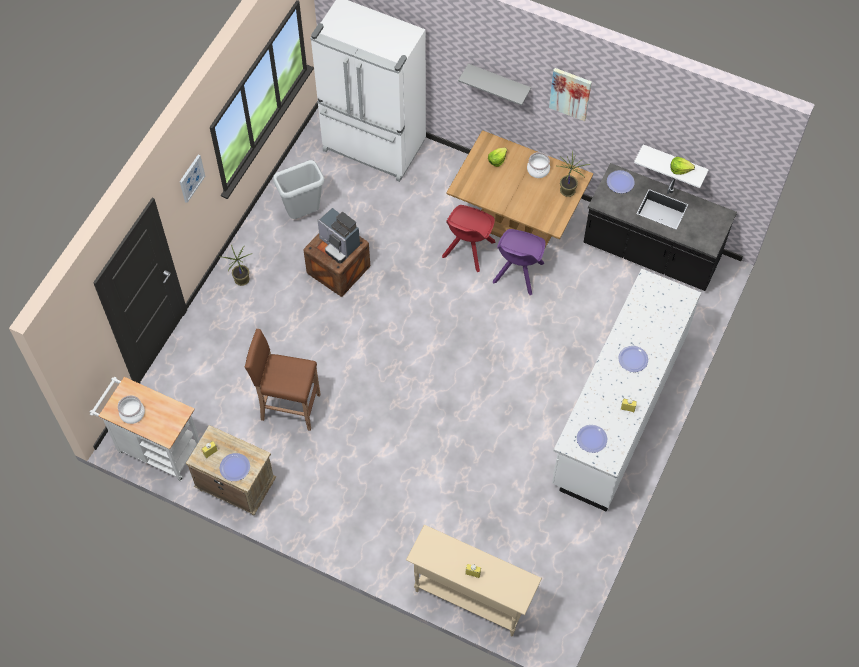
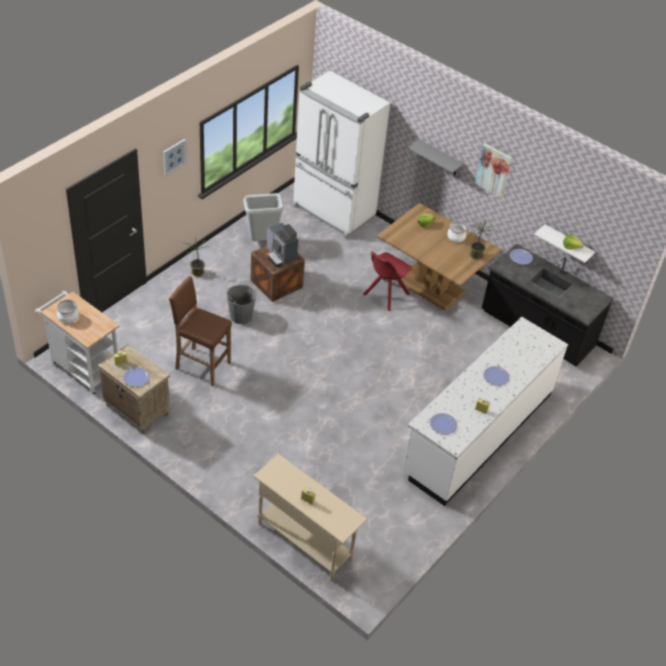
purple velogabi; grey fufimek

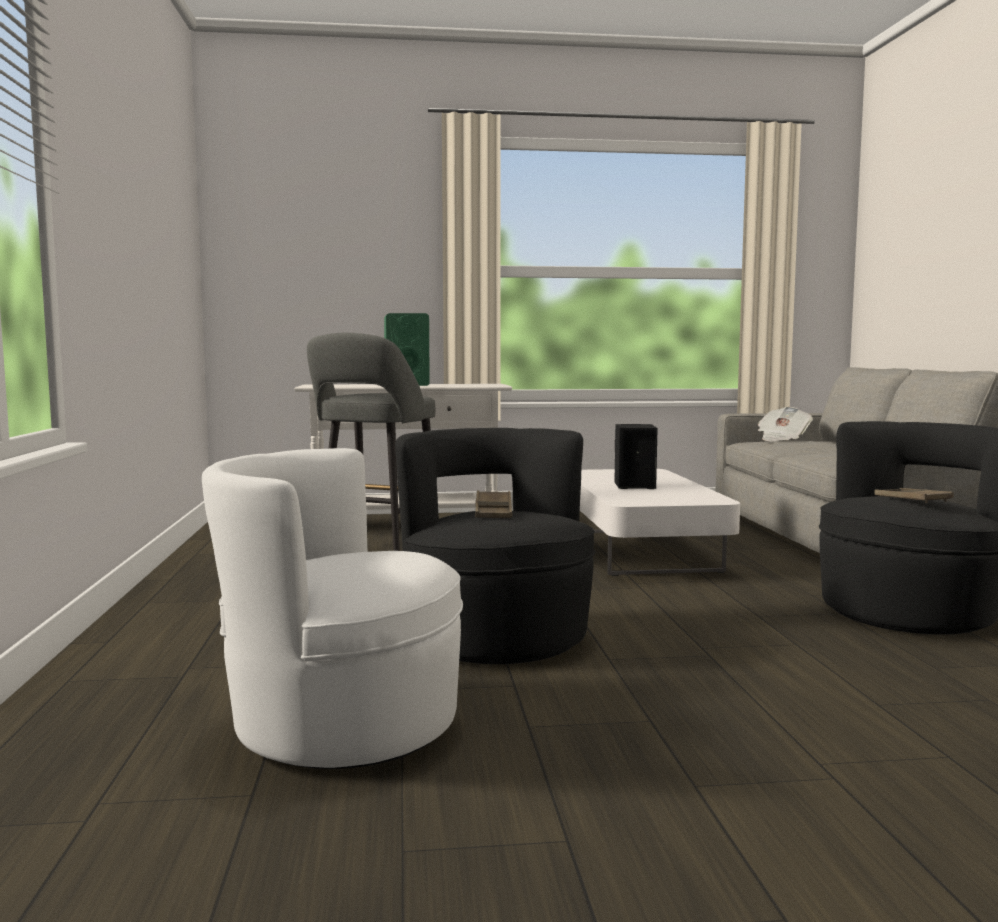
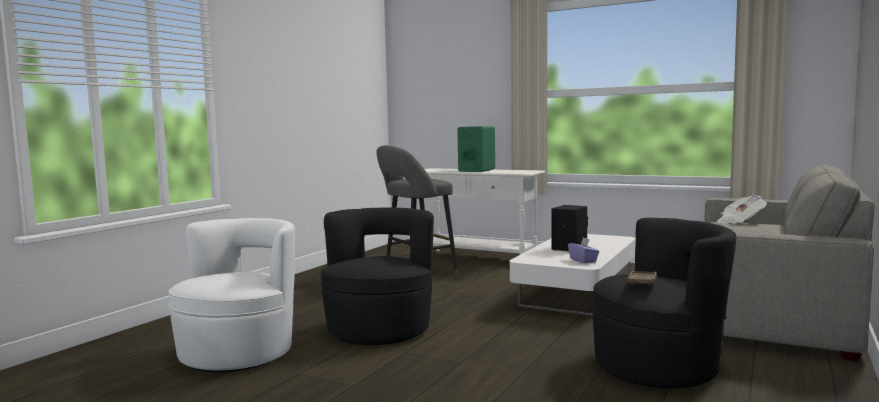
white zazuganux; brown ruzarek (no. 1 from left in the first image); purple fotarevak

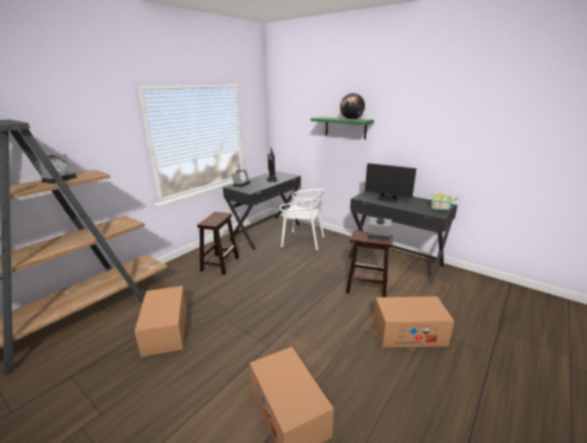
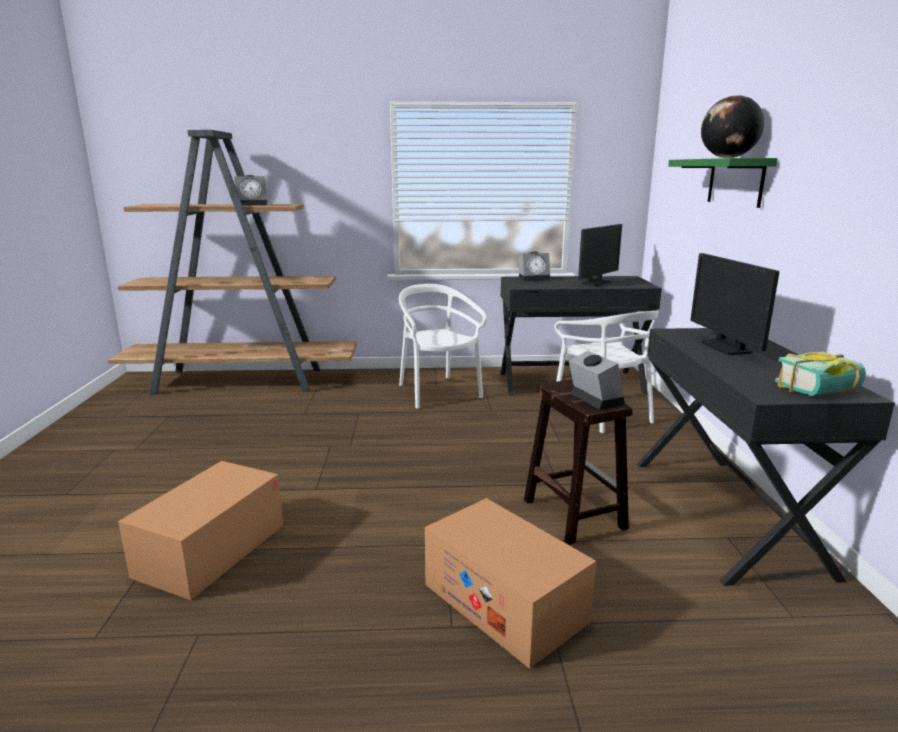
white velogabi (no. 1 from left); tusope (no. 1 from left in the first image)

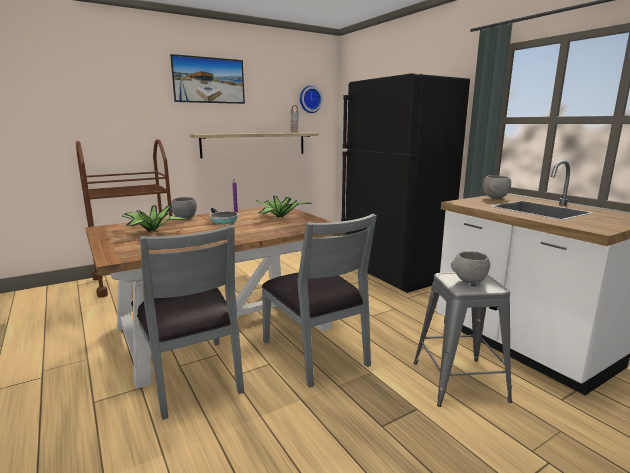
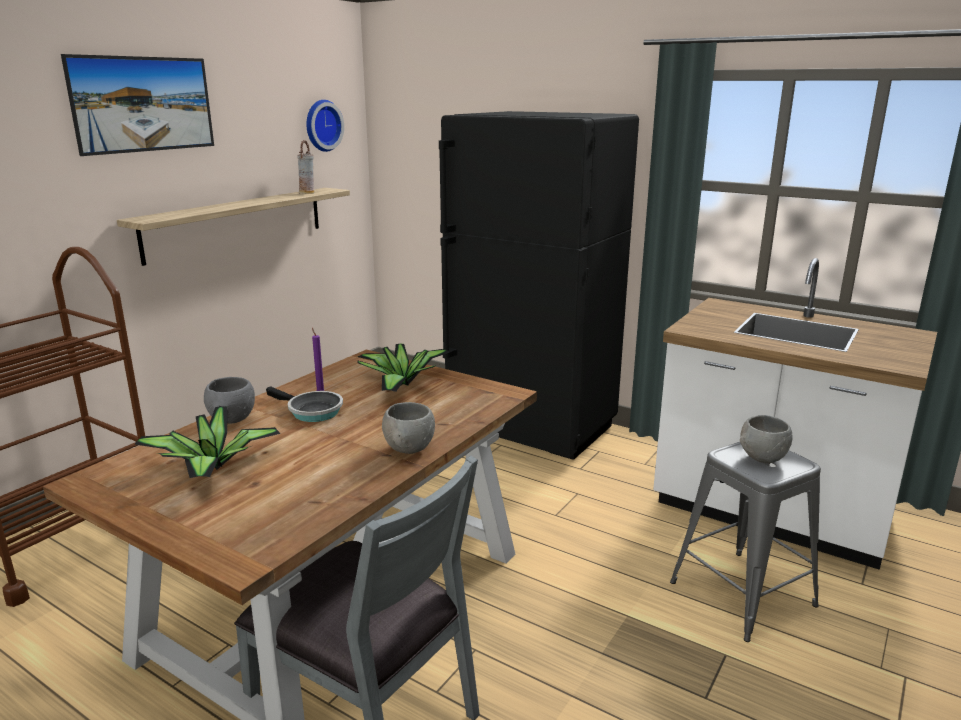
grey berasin (no. 2 from left); grey velogabi (no. 2 from left in the first image)

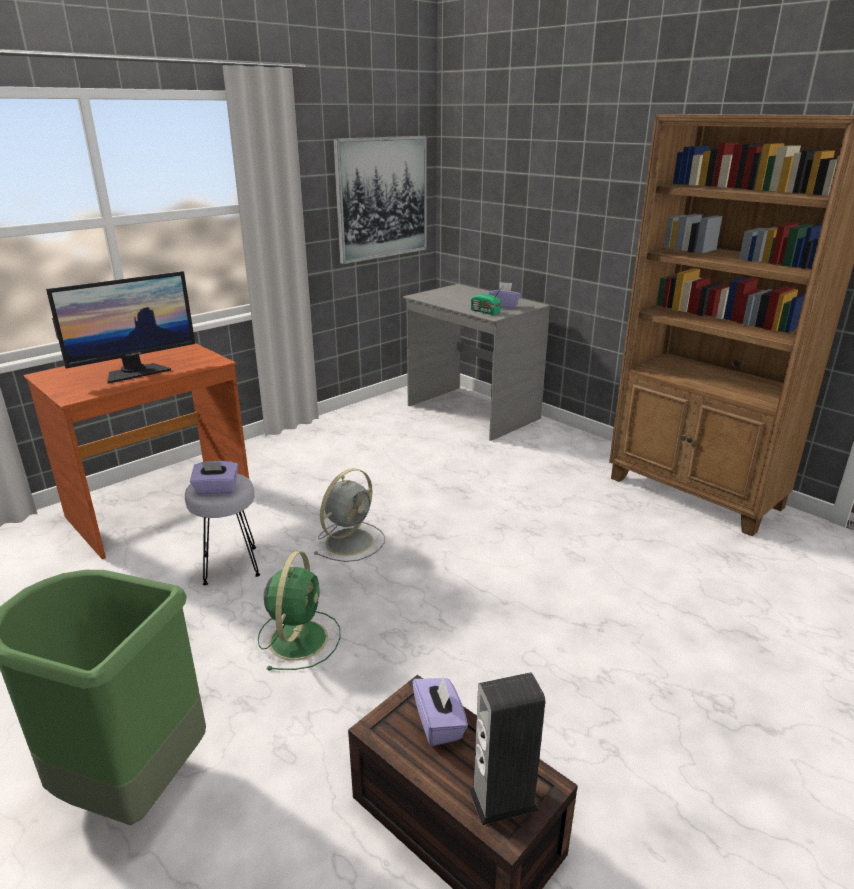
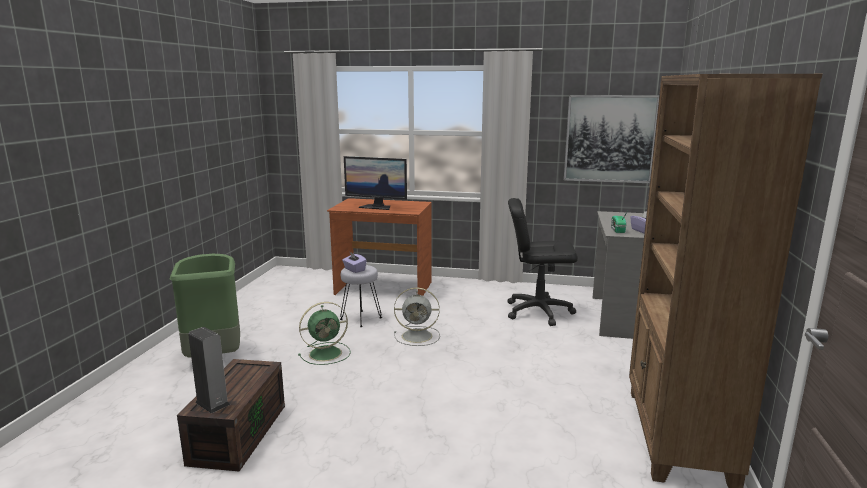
purple fotarevak (no. 2 from left in the first image); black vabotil

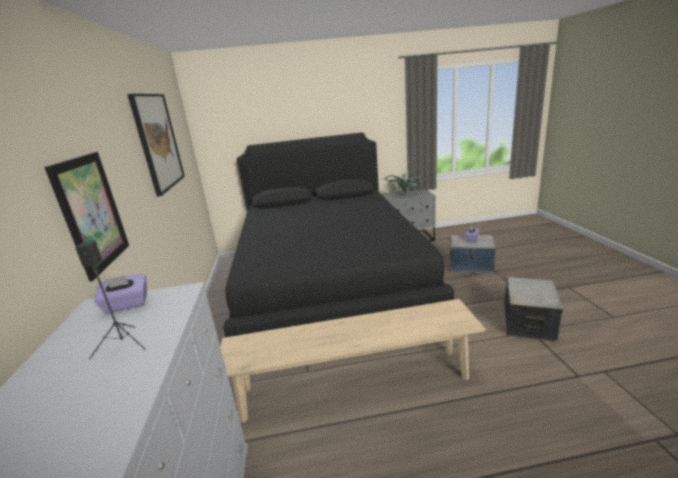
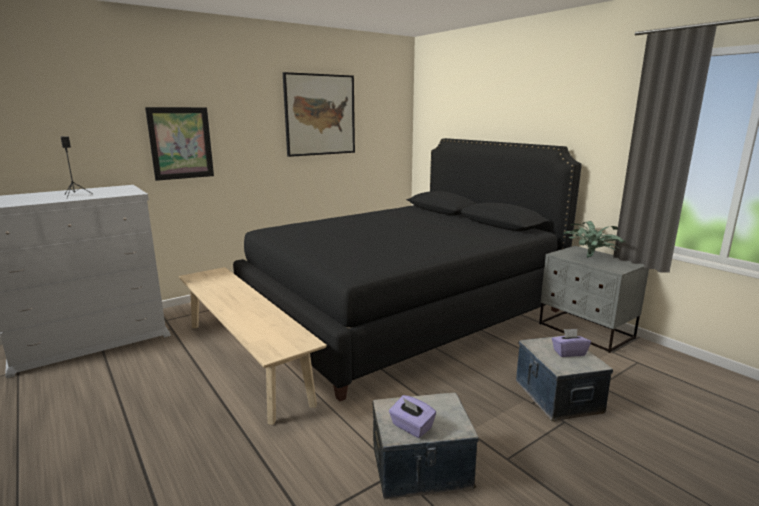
purple fotarevak (no. 1 from left)

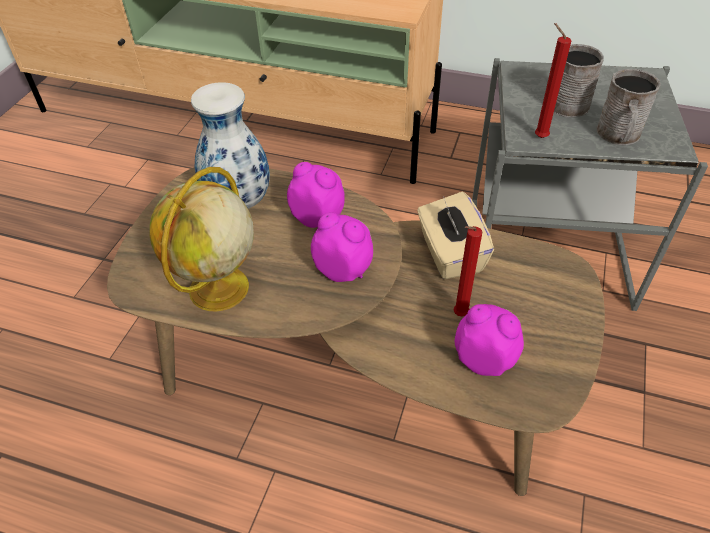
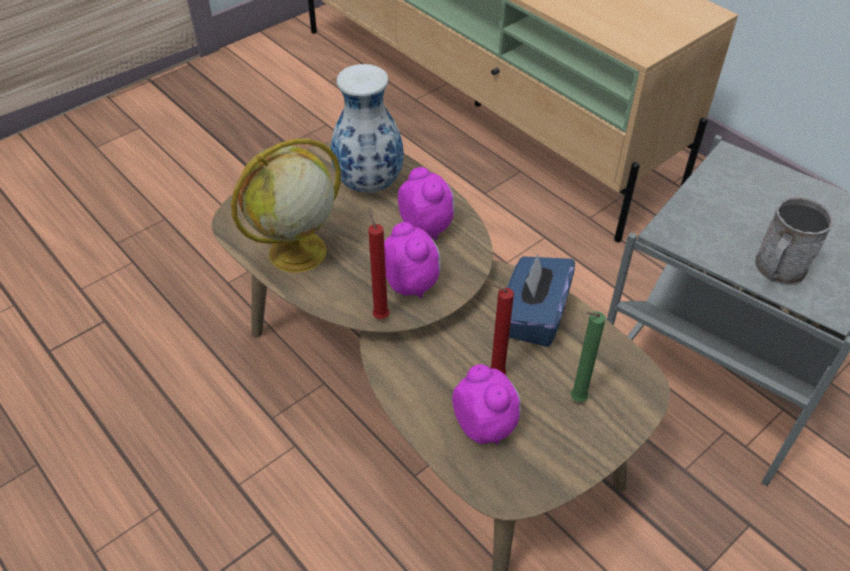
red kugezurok (no. 1 from left); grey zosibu (no. 1 from left in the first image); blue fotarevak; green kugezurok

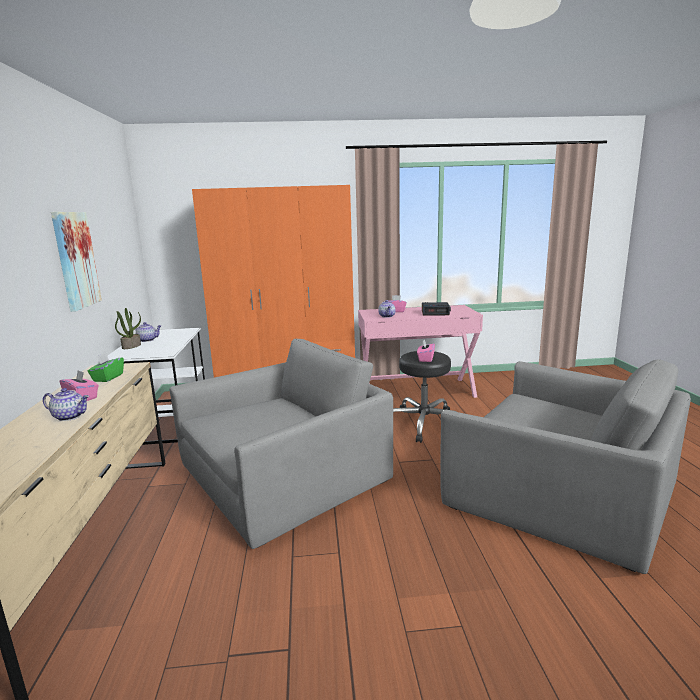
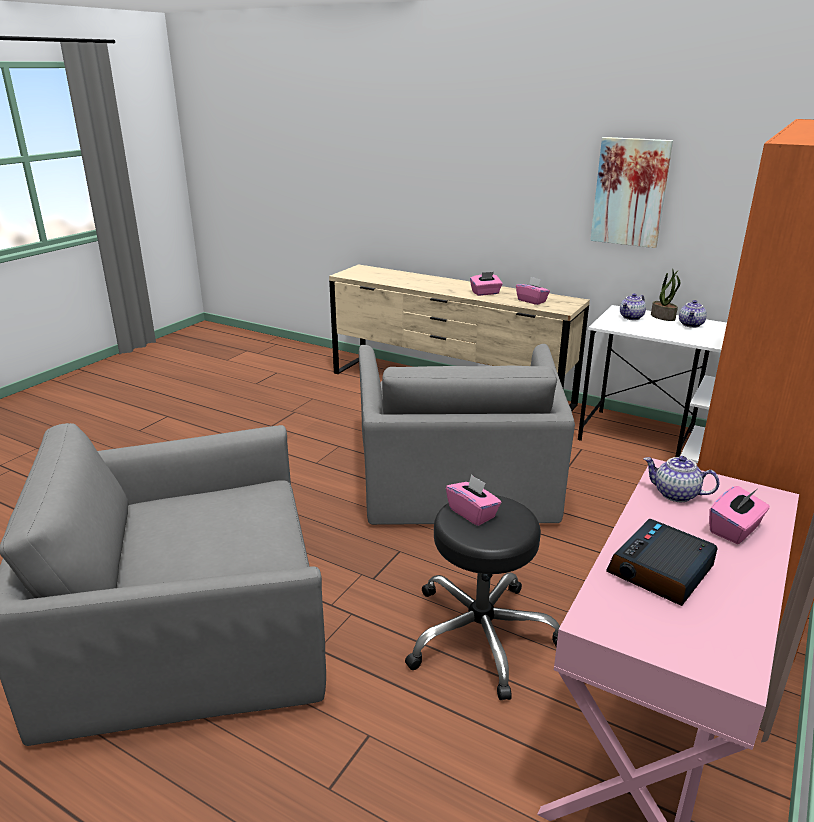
pink fotarevak (no. 3 from left); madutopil (no. 1 from left)

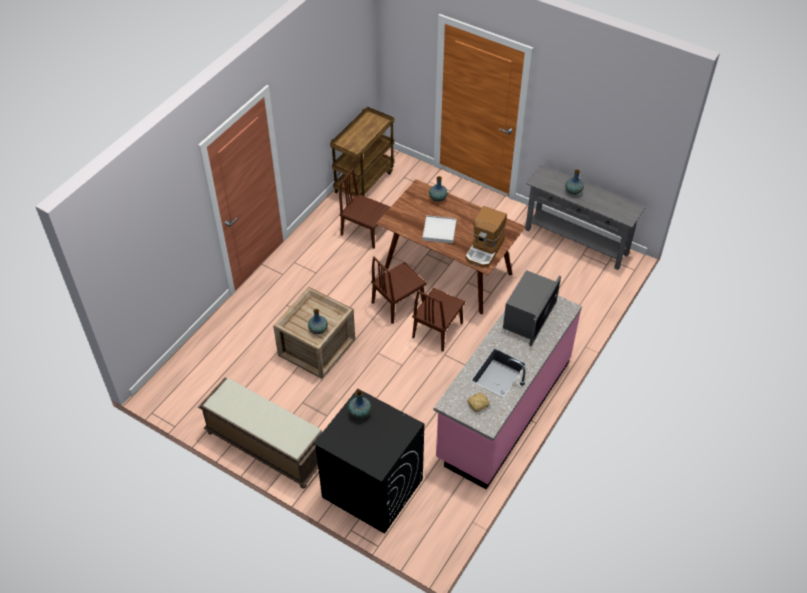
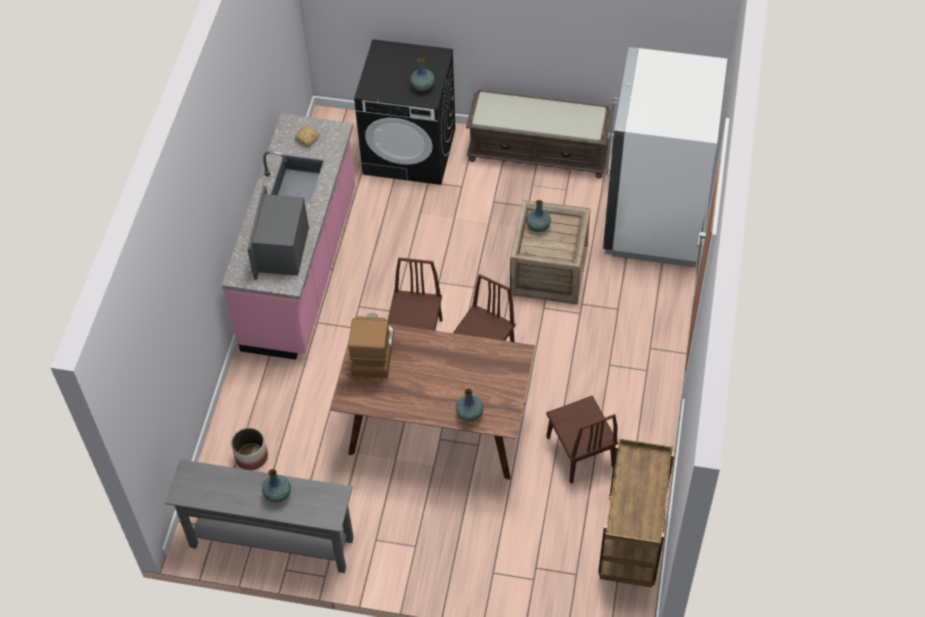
brown velogabi (no. 3 from left); white ruzarek; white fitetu; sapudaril

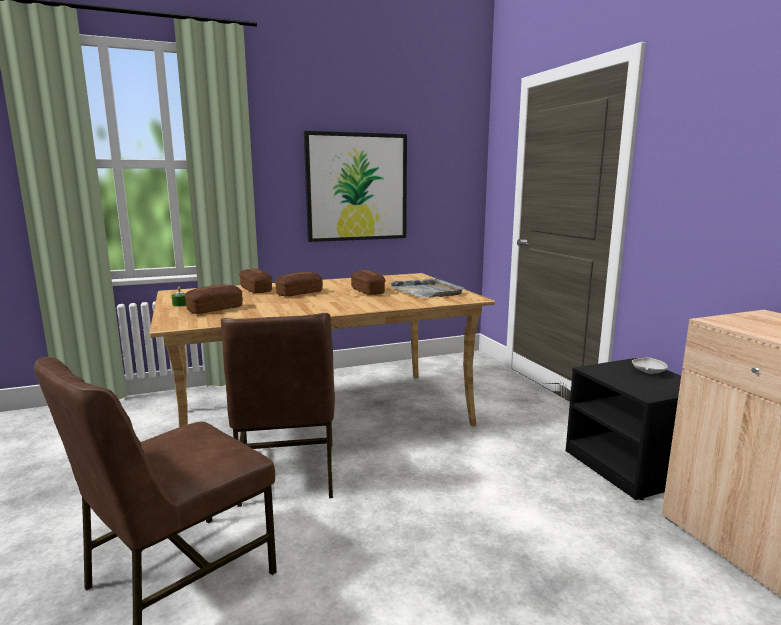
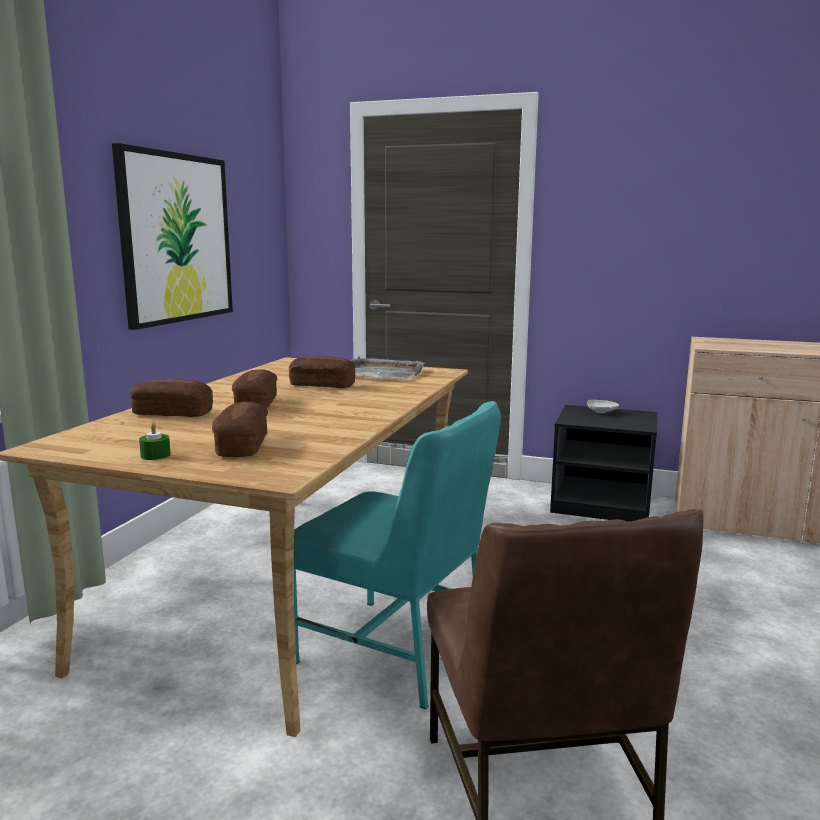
turquoise velogabi

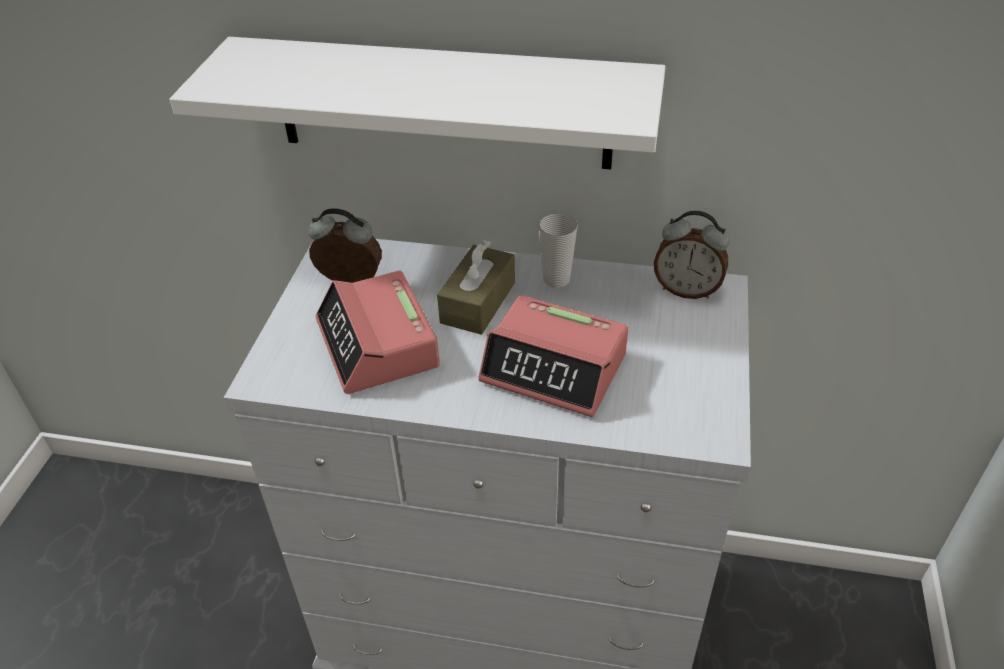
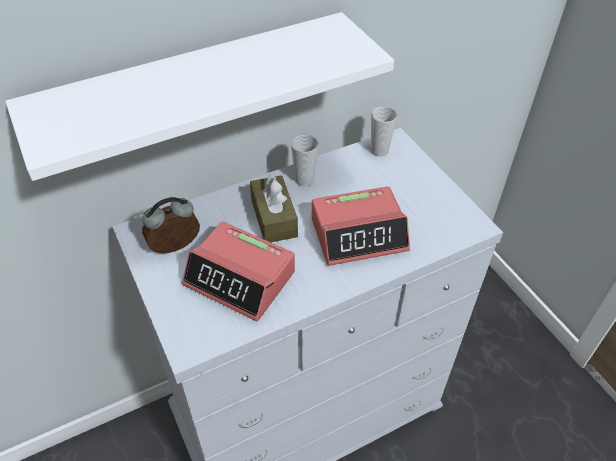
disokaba (no. 2 from left)

